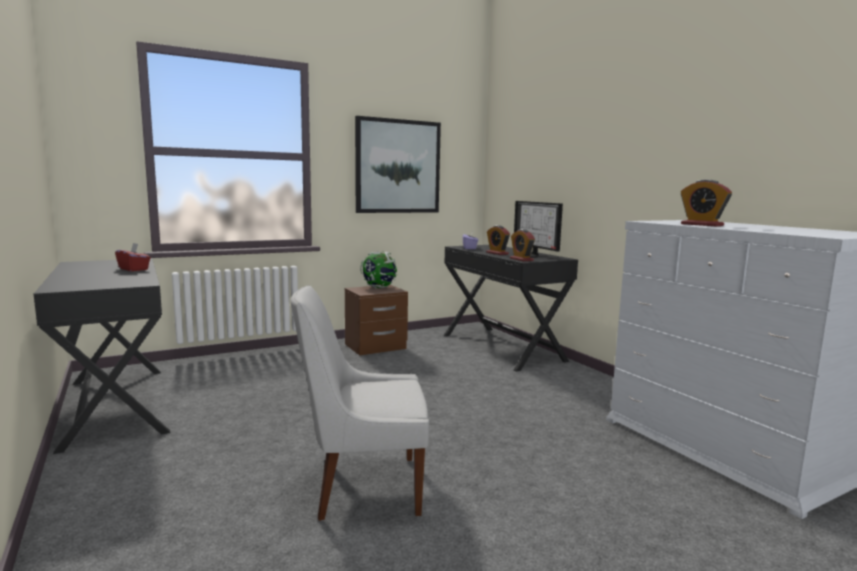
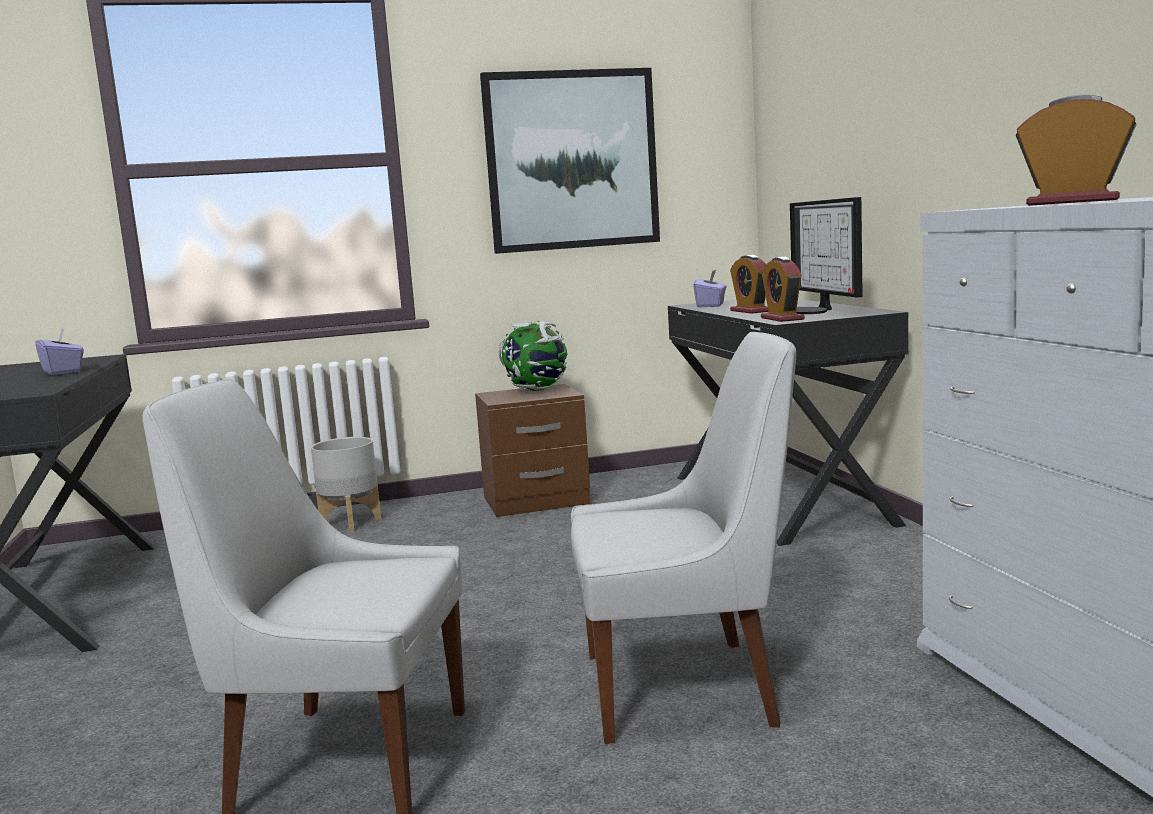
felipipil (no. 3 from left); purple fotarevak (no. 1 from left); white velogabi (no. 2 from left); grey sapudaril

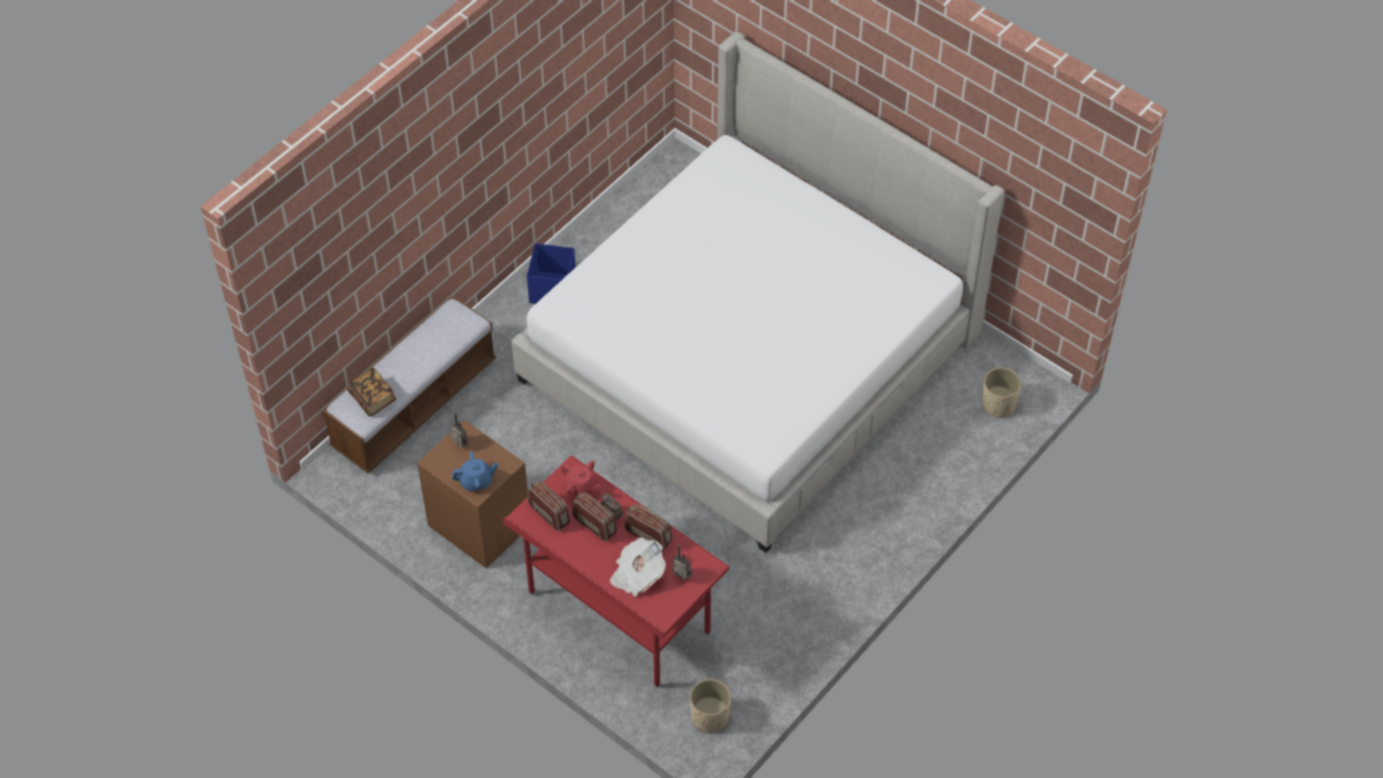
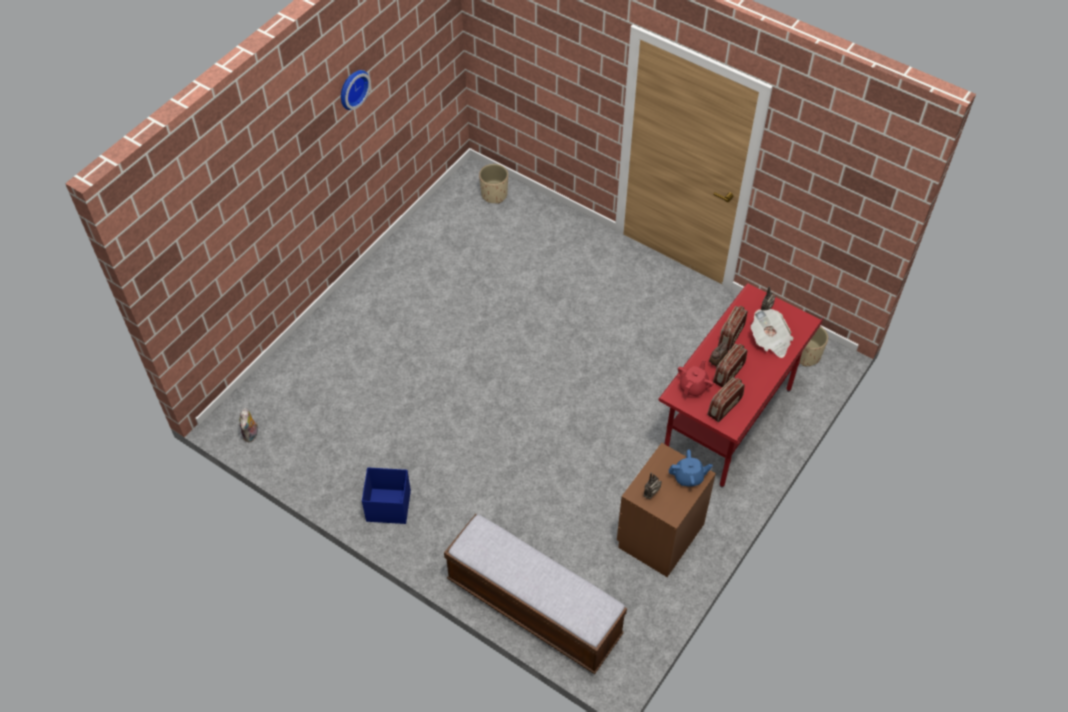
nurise; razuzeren; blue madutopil; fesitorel; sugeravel

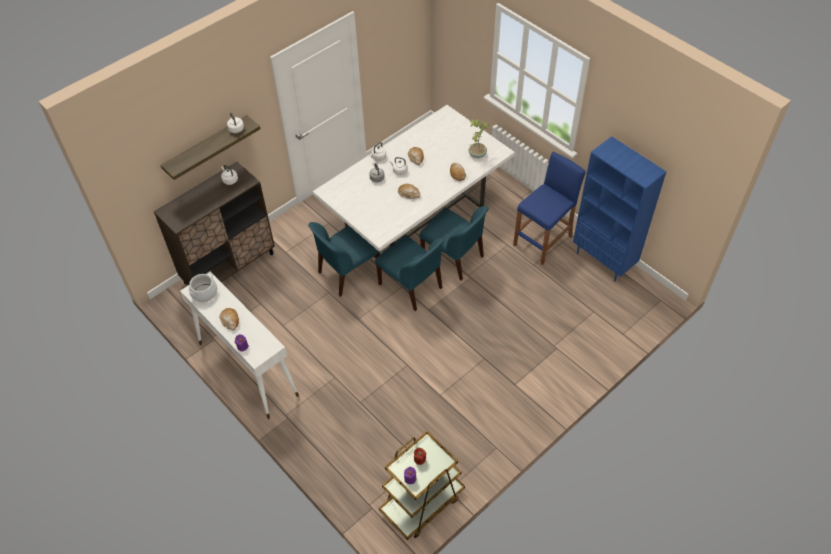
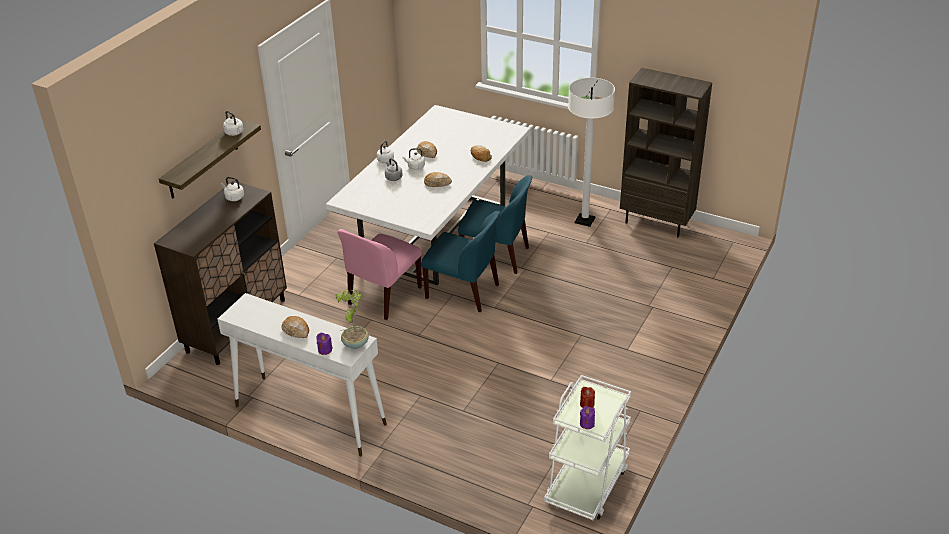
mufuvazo; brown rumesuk; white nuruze; pink velogabi; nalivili; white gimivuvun

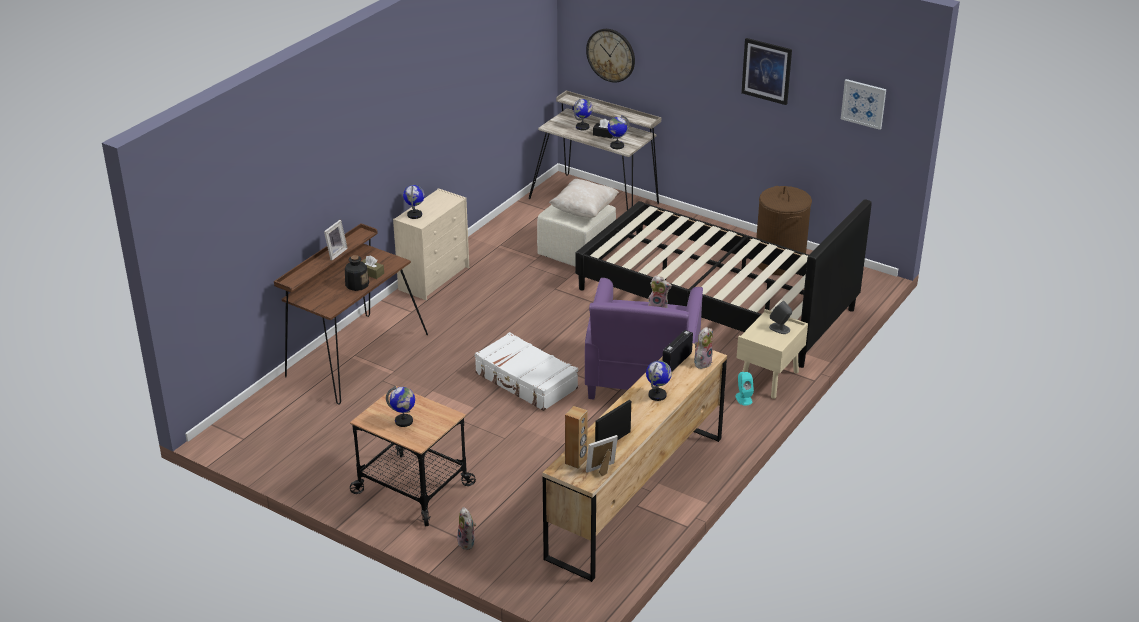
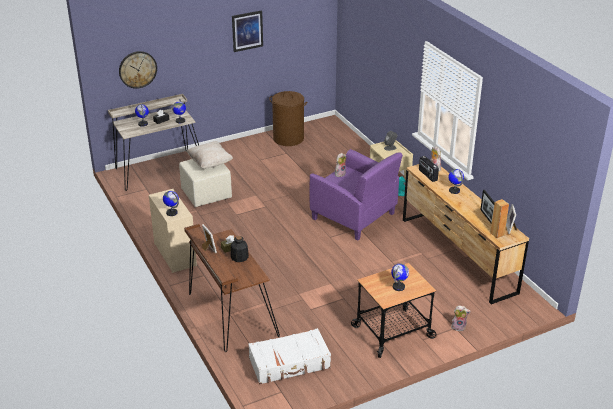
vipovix (no. 2 from left in the first image); black nurise; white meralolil

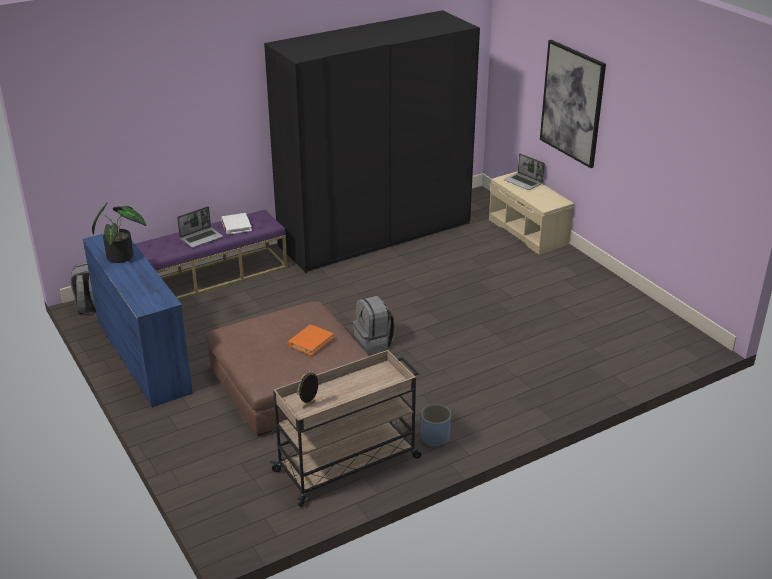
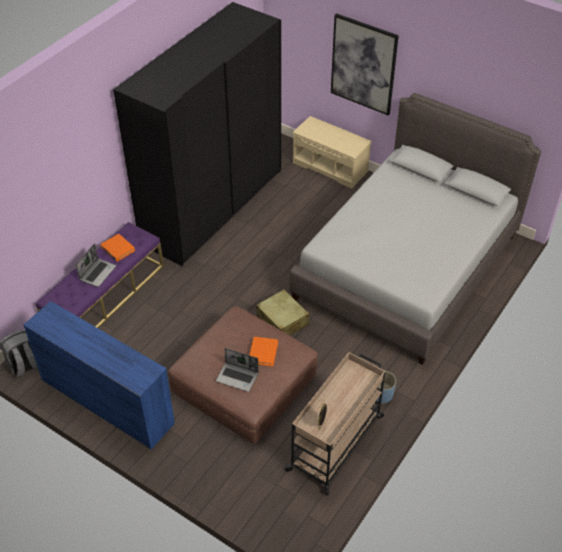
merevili (no. 2 from left); mufuvazo; orange razuzeren (no. 1 from left); beige meralolil; grey nurise

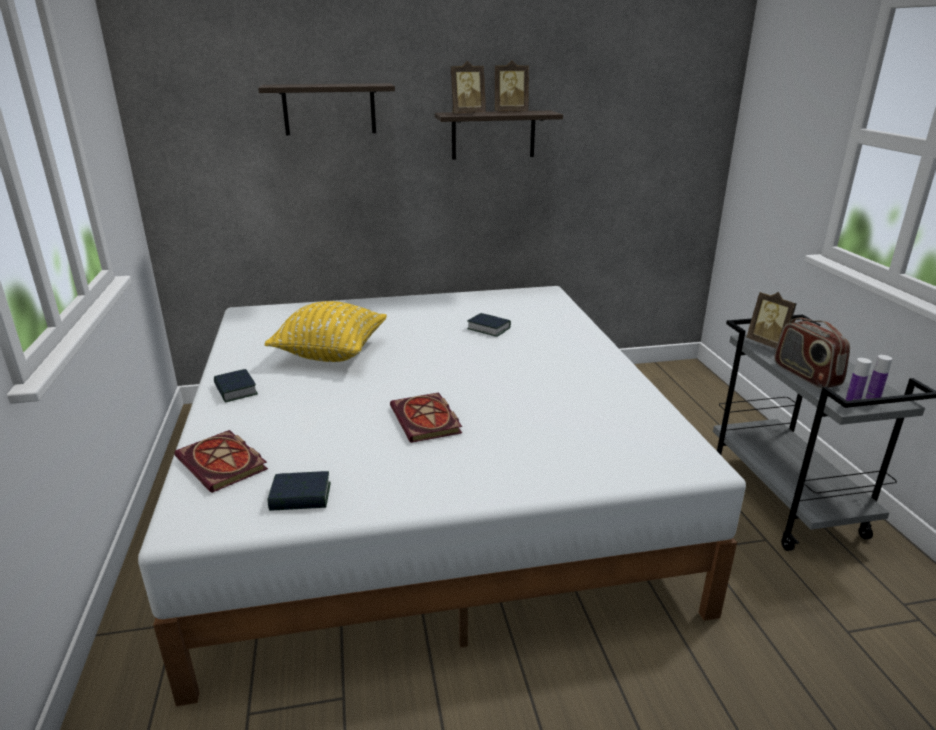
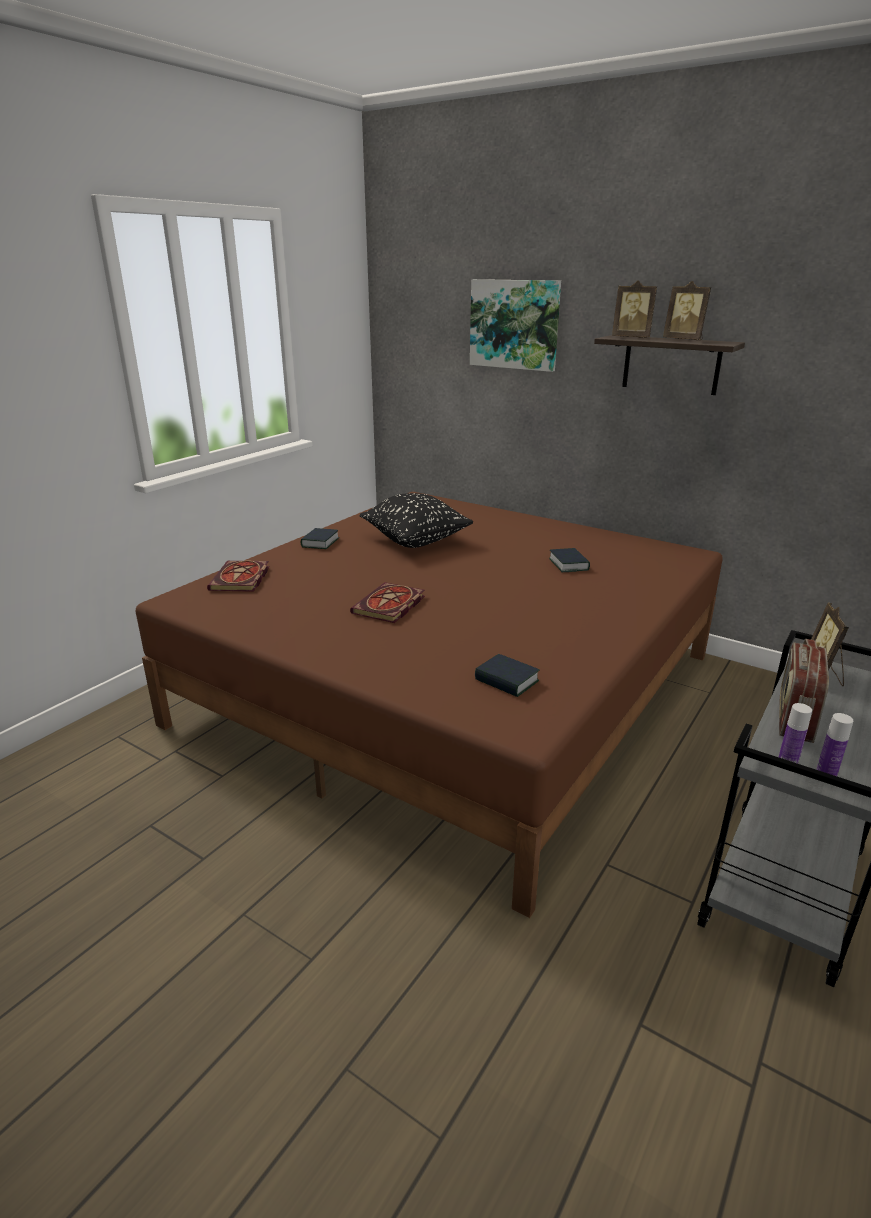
vipovix; brown nurise; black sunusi; razuzeren (no. 4 from left)

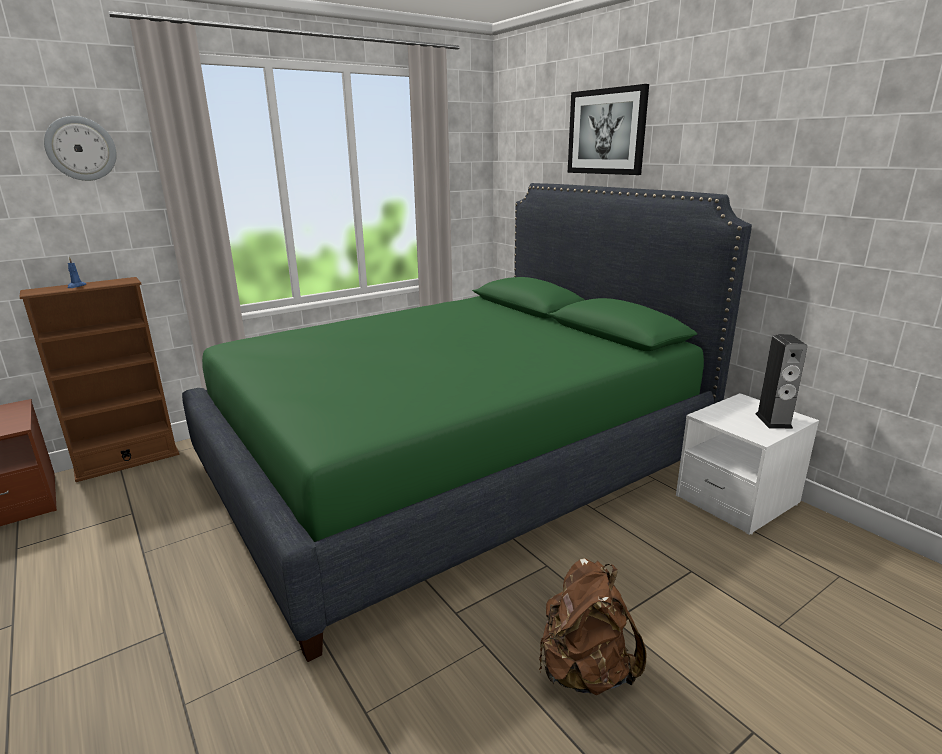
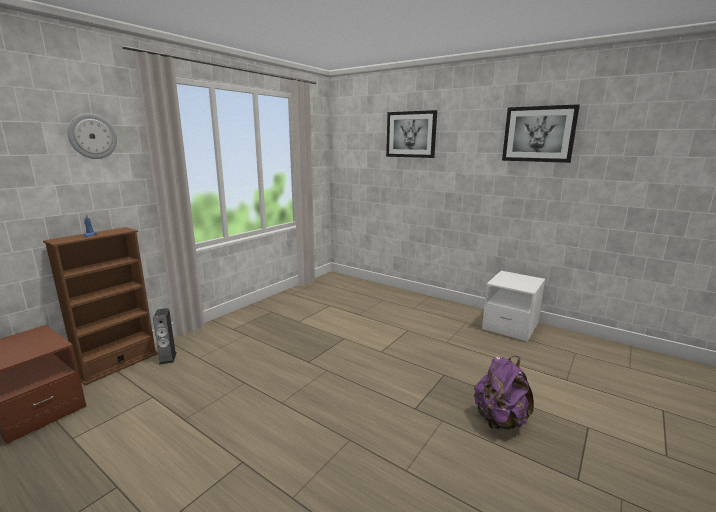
green nurise; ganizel; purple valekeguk; vipovix (no. 2 from left)

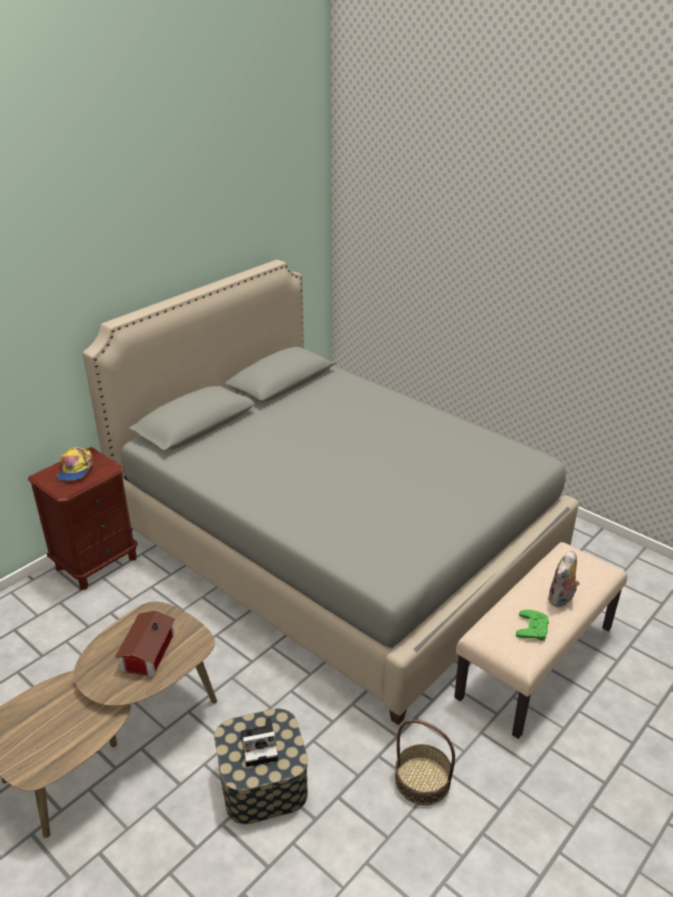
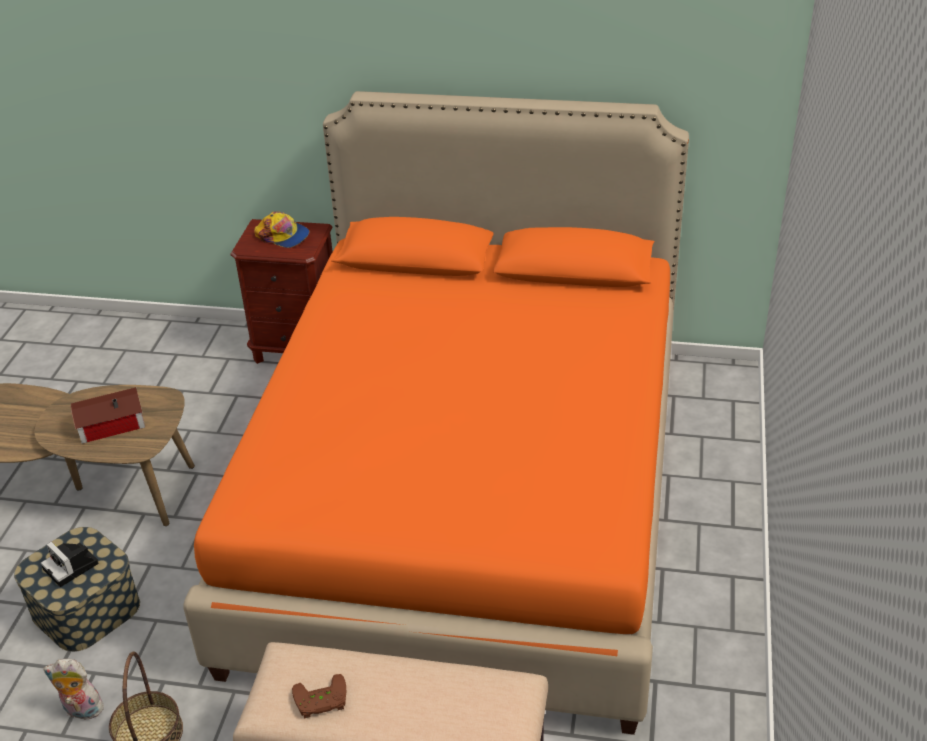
orange nurise; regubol; sugeravel; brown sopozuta

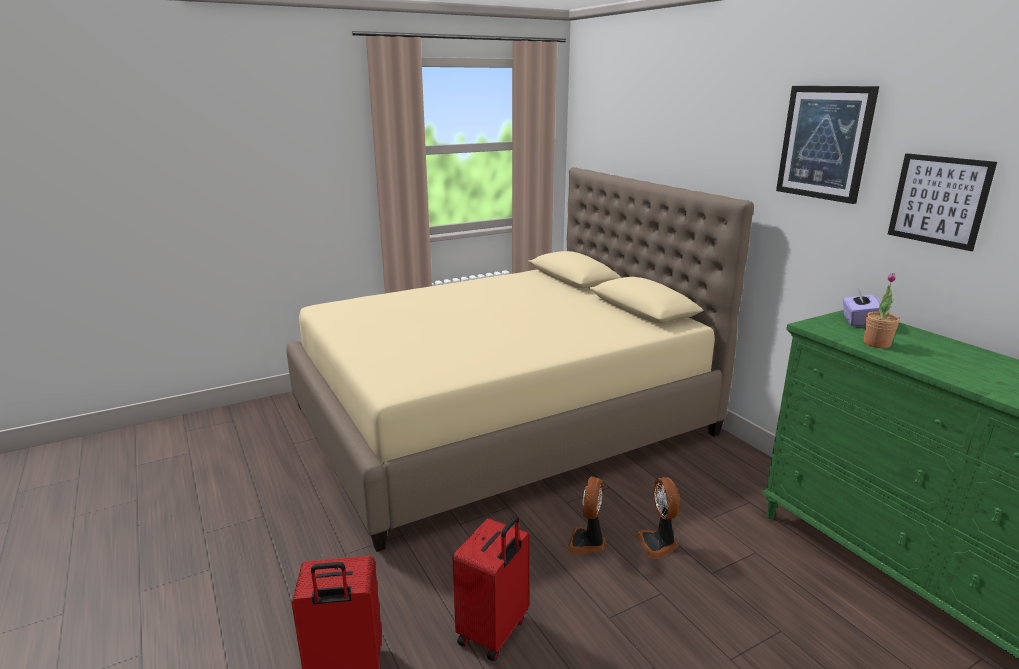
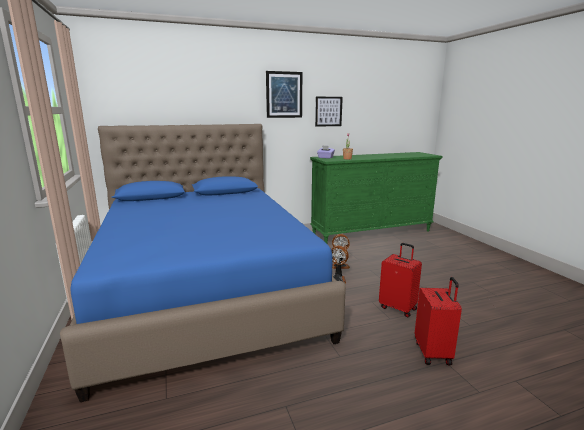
blue nurise

